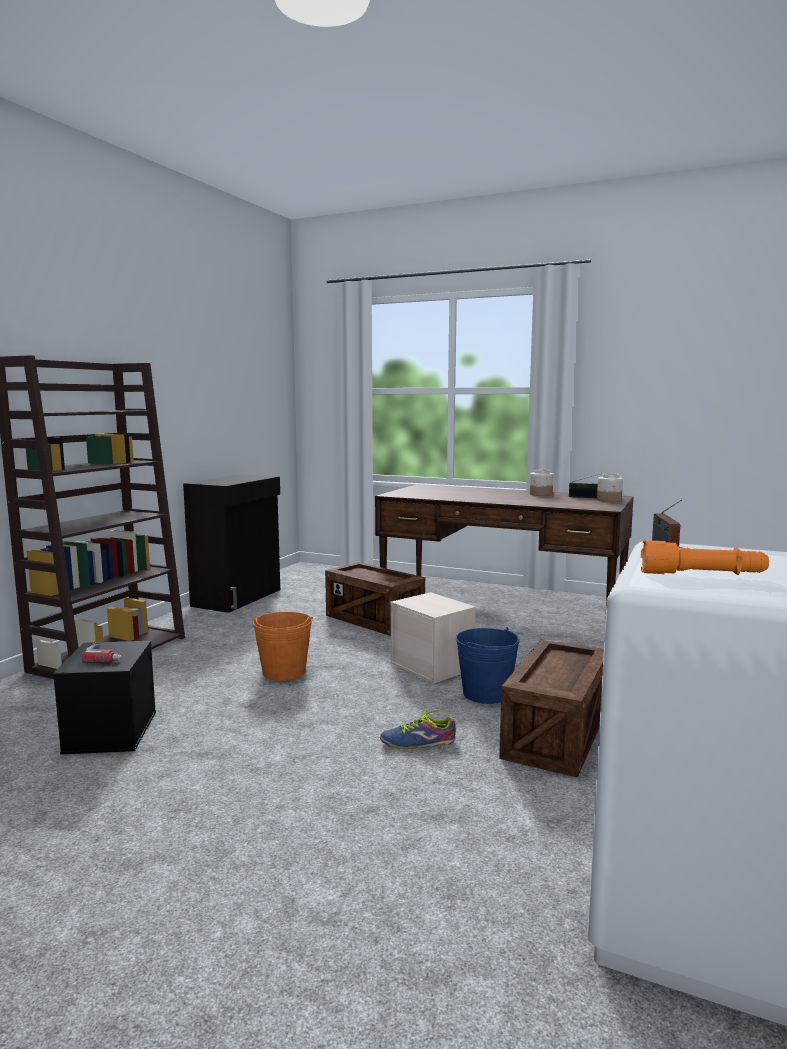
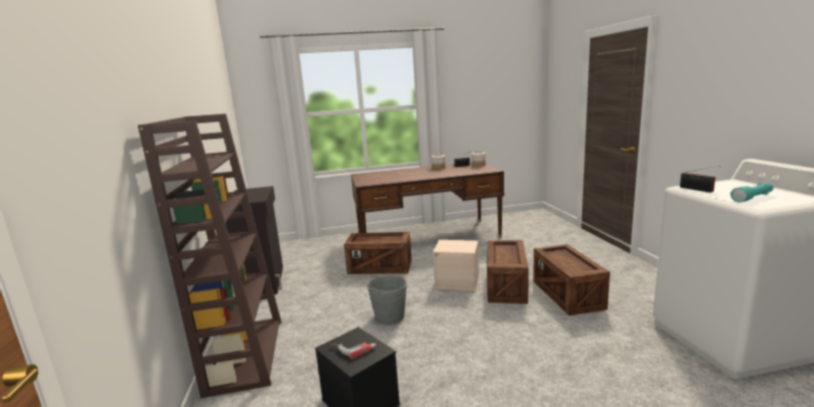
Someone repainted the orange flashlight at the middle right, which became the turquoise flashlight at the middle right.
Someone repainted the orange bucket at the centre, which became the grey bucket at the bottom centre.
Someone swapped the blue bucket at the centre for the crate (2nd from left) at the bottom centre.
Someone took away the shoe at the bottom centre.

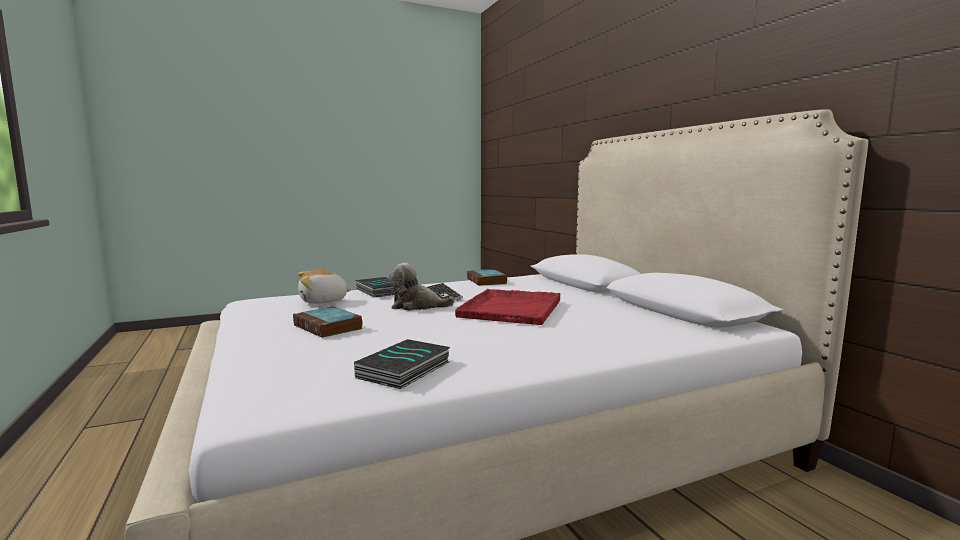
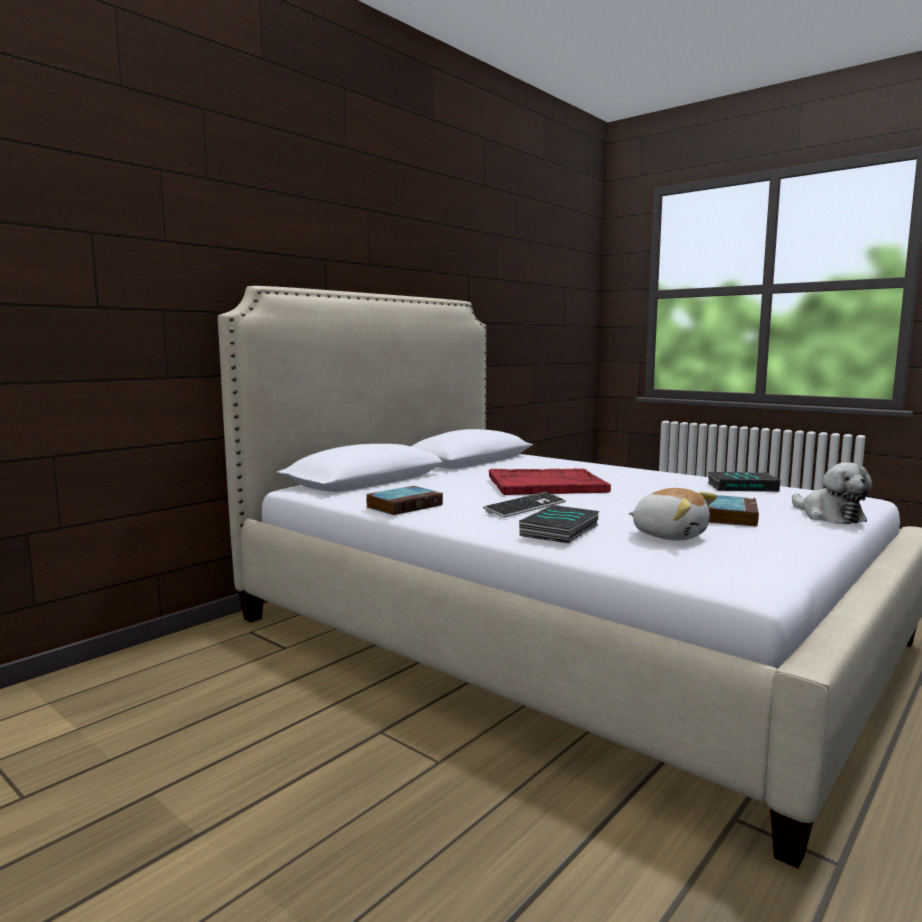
Someone carried the plush toy (2nd from left) from the centre to the middle right.

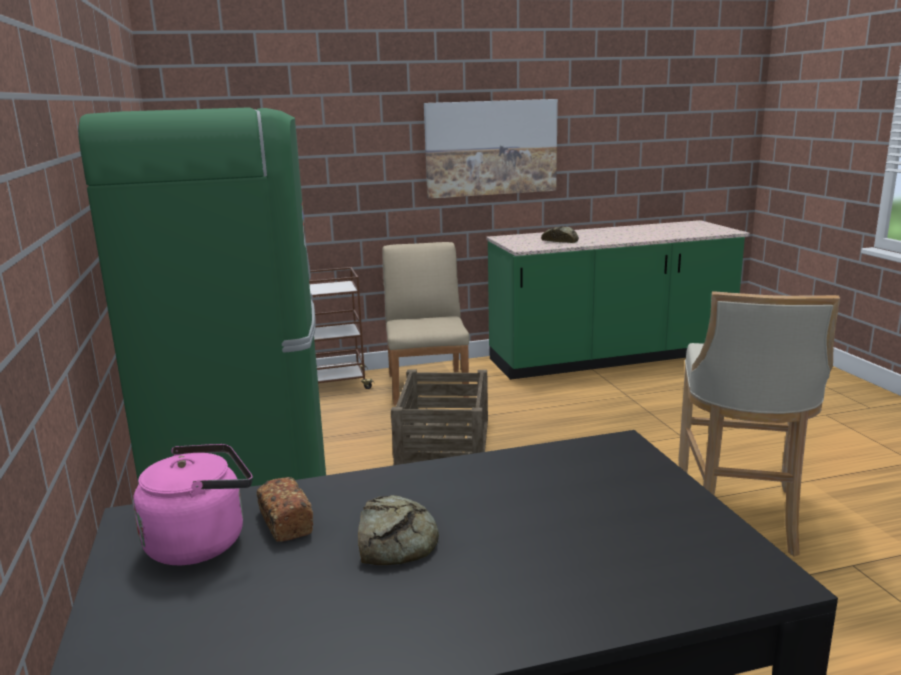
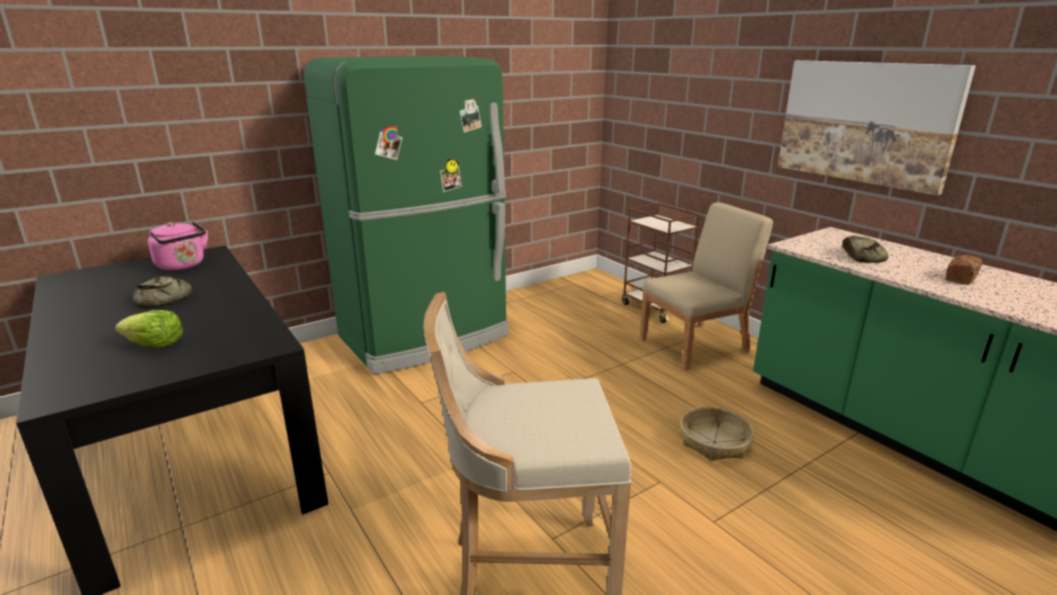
Someone took away the crate at the centre.
Someone carried the bread (1st from left in the first image) from the bottom left to the middle right.
Someone put down the lettuce at the middle left.
Someone put down the basket at the bottom right.

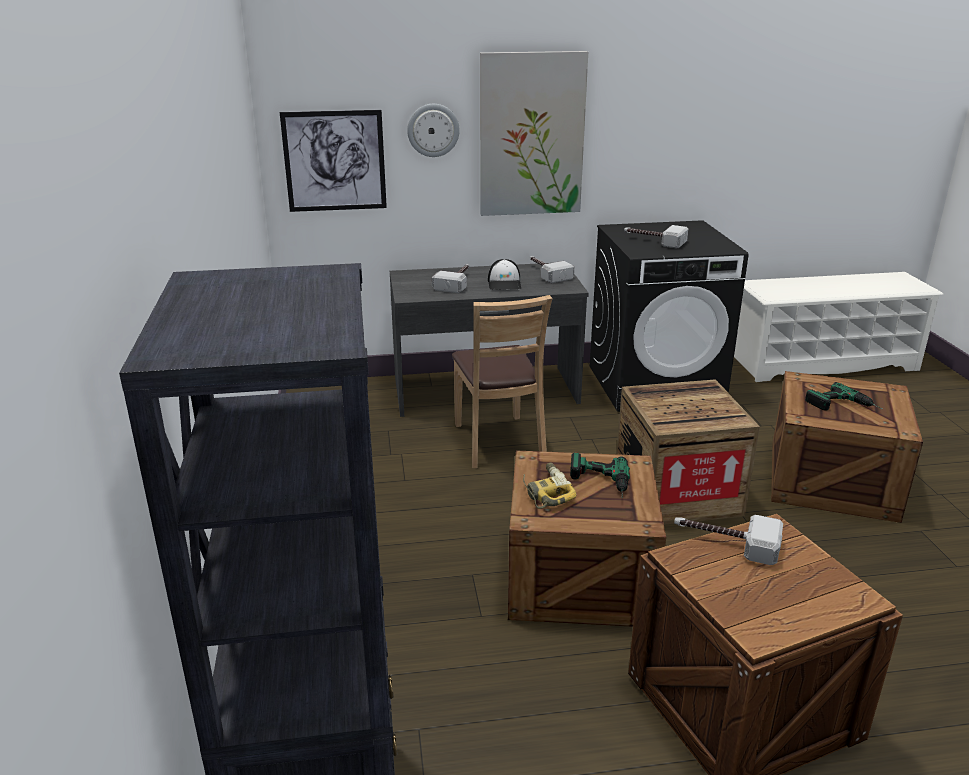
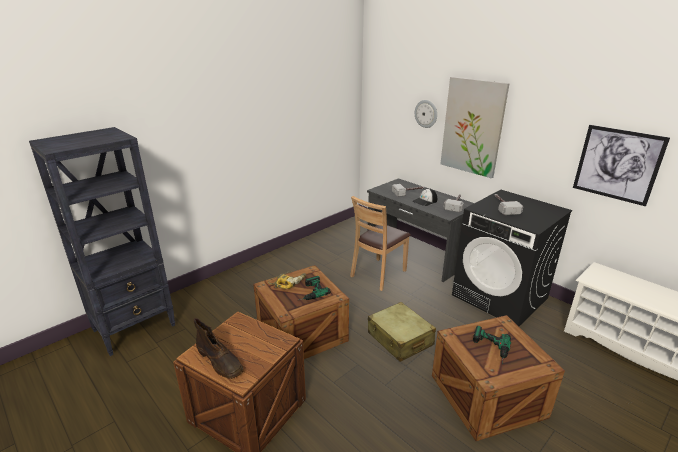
Someone carried the picture (1st from left in the first image) from the top centre to the middle right.
Someone swapped the crate (2nd from left) at the middle right for the beige suitcase at the bottom centre.
Someone took away the hammer (4th from left) at the bottom right.
Someone put down the brown boot at the bottom left.

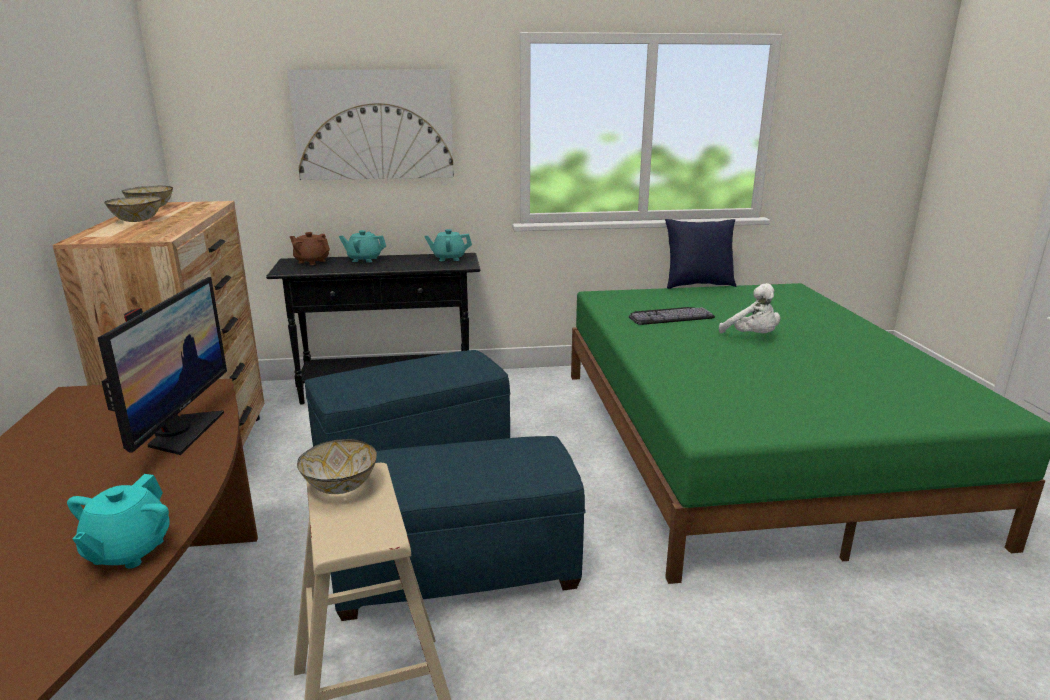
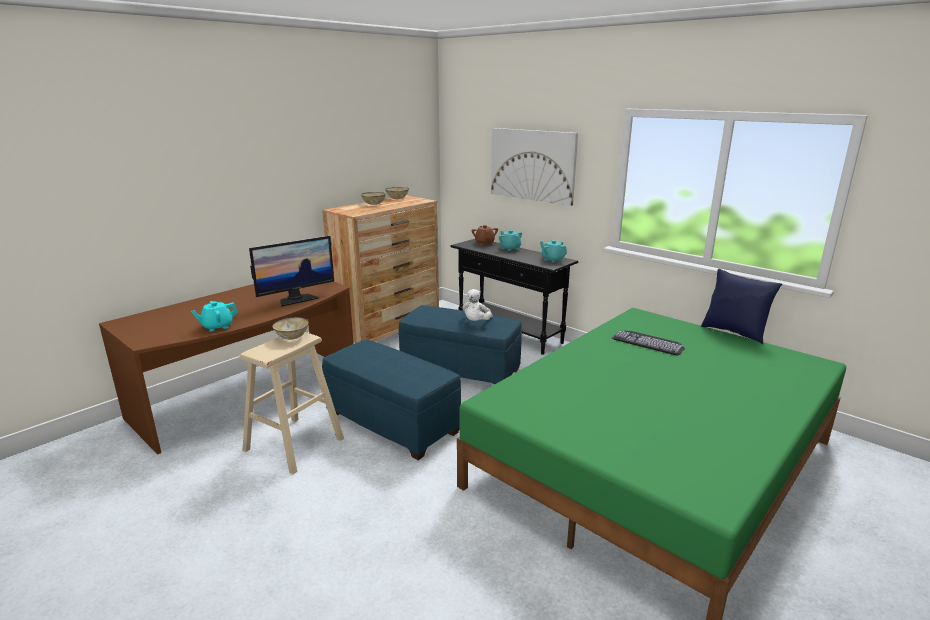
Someone carried the white plush toy from the middle right to the centre.

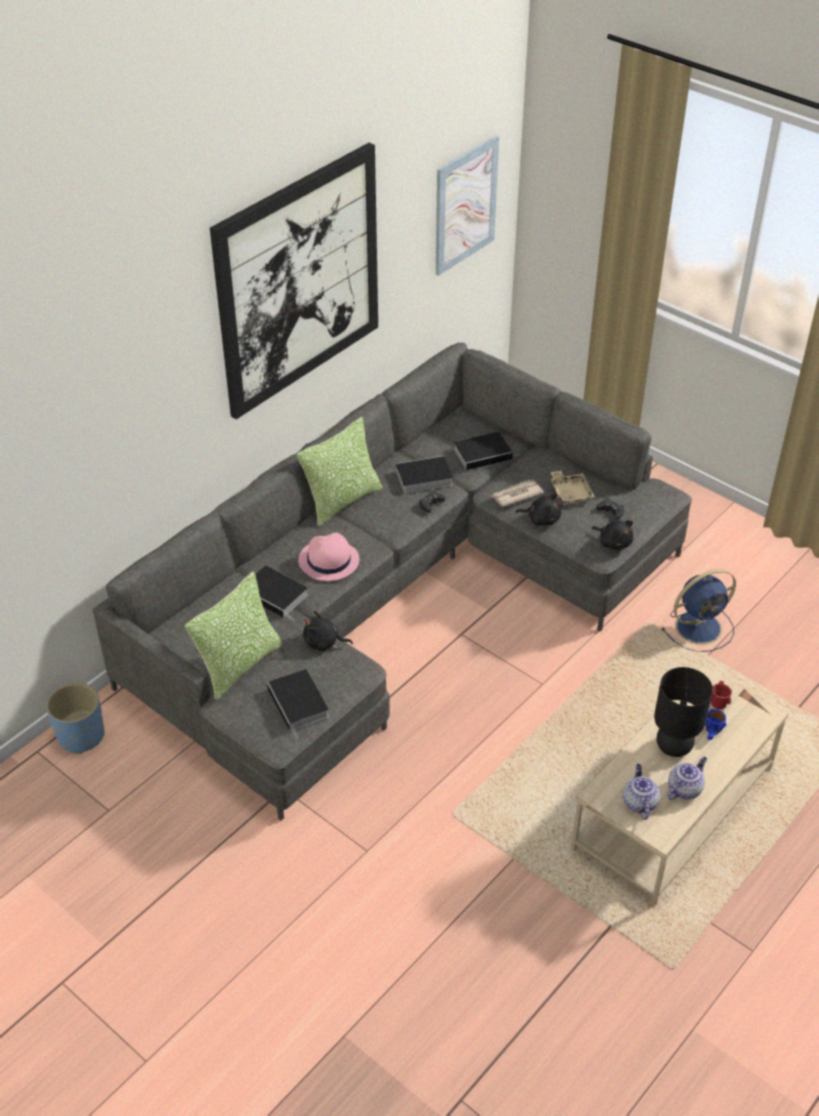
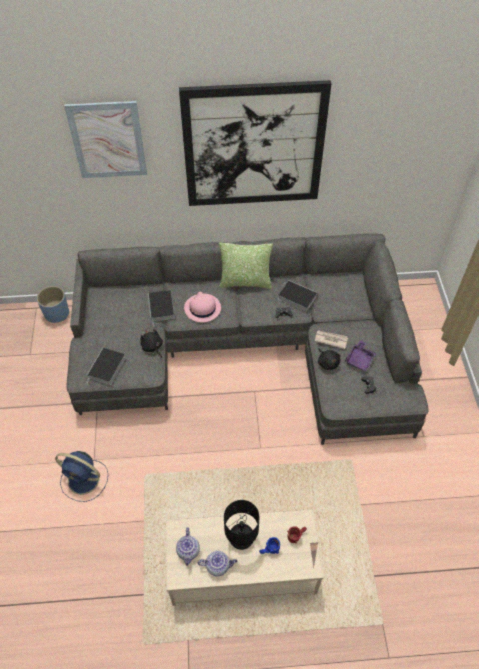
Someone carried the picture (2nd from left in the first image) from the top centre to the top left.
Someone took away the book (4th from left) at the centre.
Someone repainted the beige tray at the middle right, which became the purple tray at the middle right.
Someone took away the black plush toy (3rd from left) at the middle right.
Someone carried the blue fan from the middle right to the bottom left.
Someone took away the pillow (1st from left) at the middle left.
Someone rotated the teapot (1st from left) at the bottom right by 135 degrees clockwise.

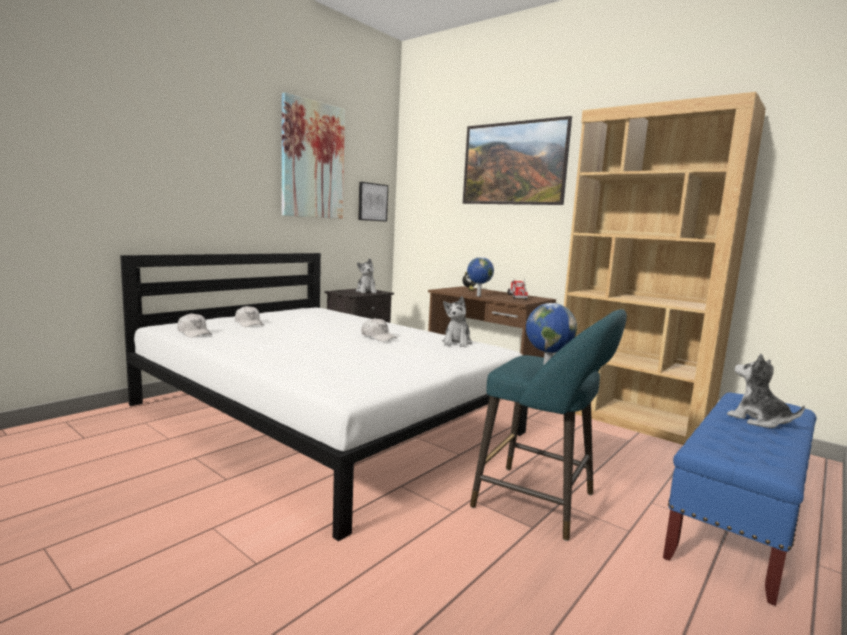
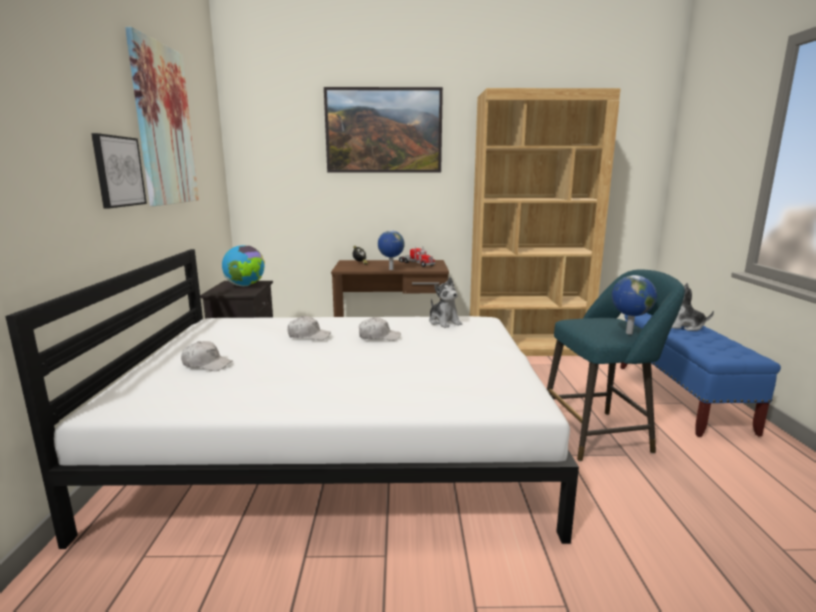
Someone carried the picture (2nd from left in the first image) from the top centre to the top left.
Someone swapped the plush toy (1st from left) at the centre for the globe (1st from left) at the middle left.
Someone carried the white cap (1st from left in the first image) from the middle left to the centre.

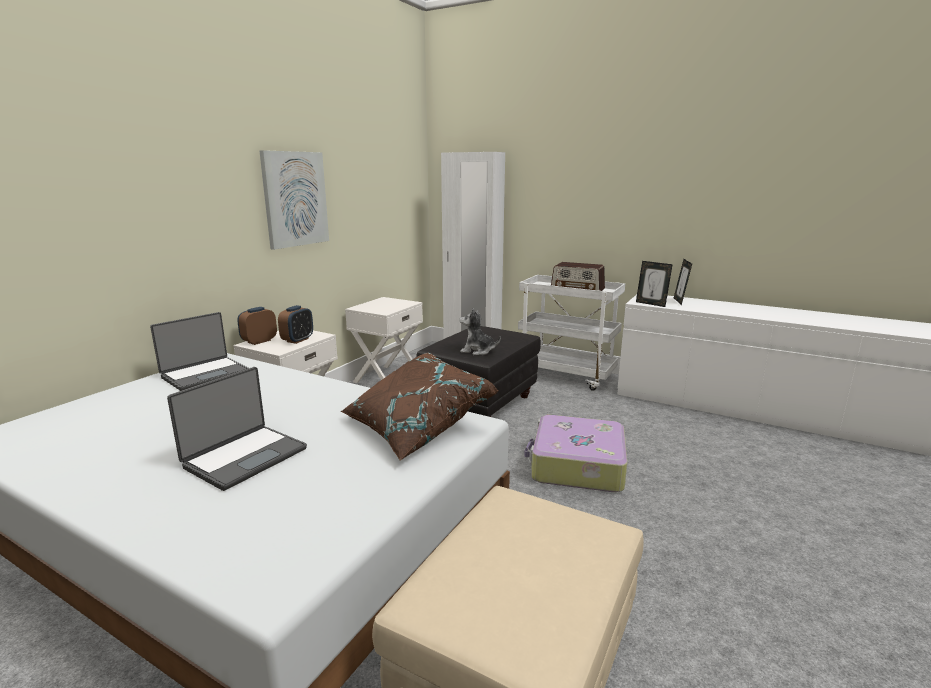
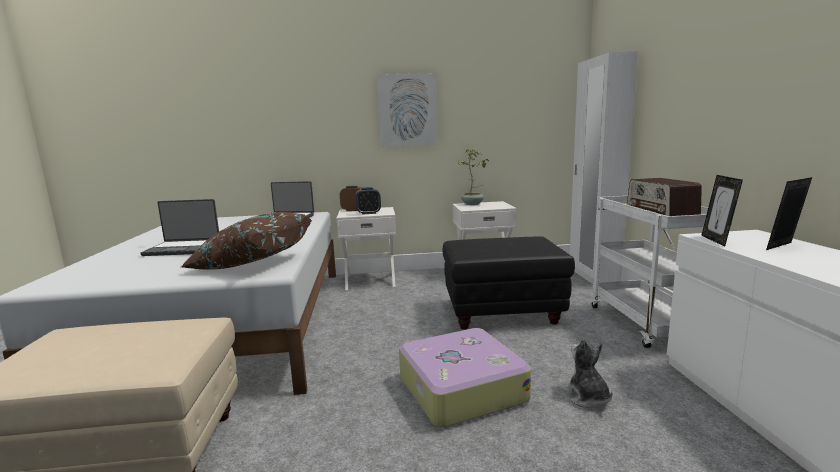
Someone carried the plush toy from the centre to the bottom right.
Someone put down the potted plant at the centre.

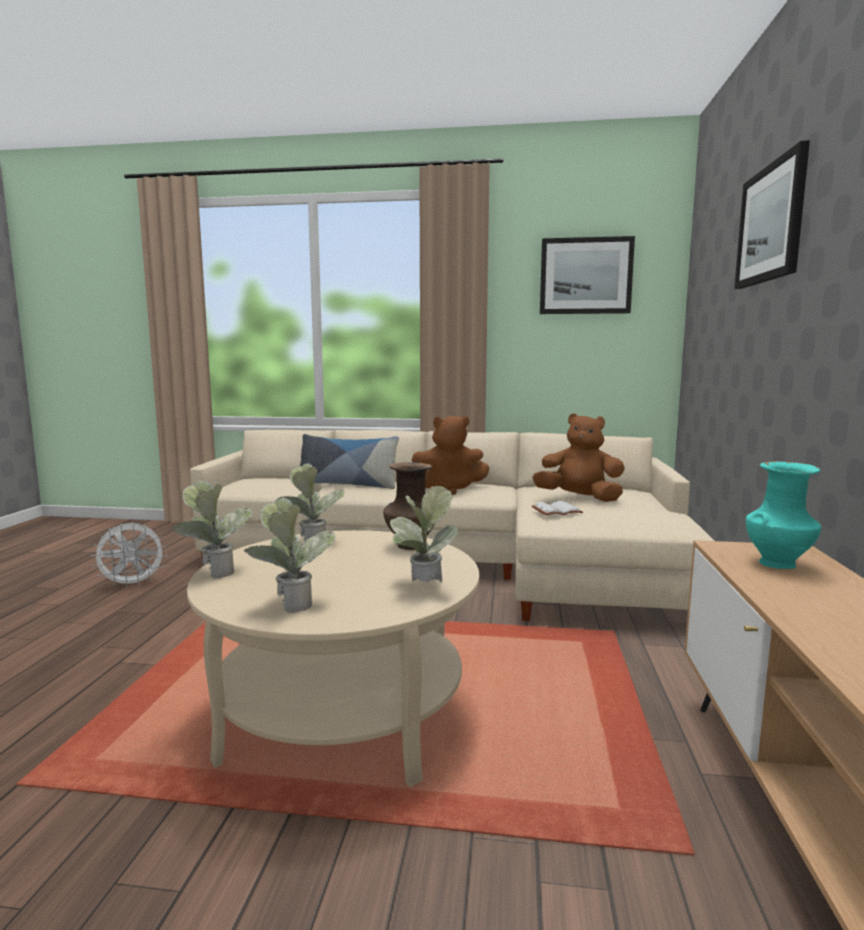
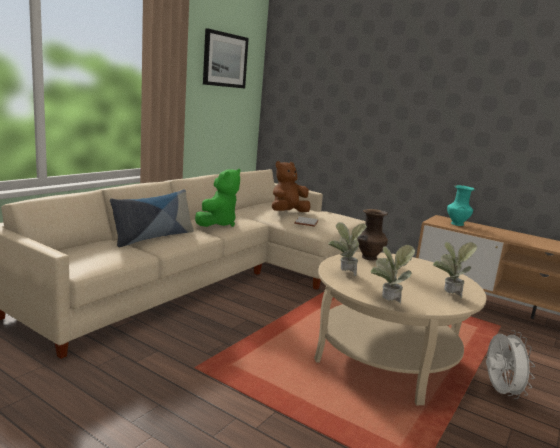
Someone took away the picture (2nd from left) at the top right.
Someone repainted the brown plush toy (1st from left) at the centre, which became the green plush toy at the centre.
Someone took away the potted plant (4th from left) at the centre.
Someone carried the white fan from the middle left to the bottom right.

